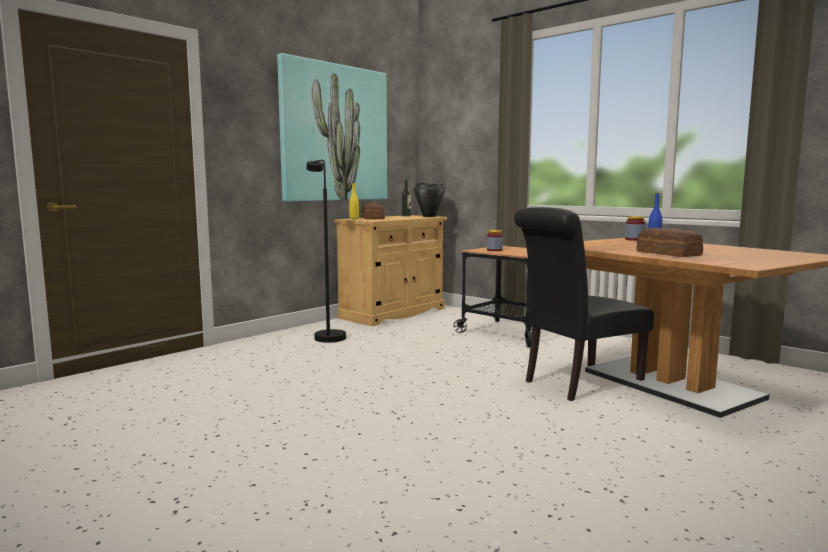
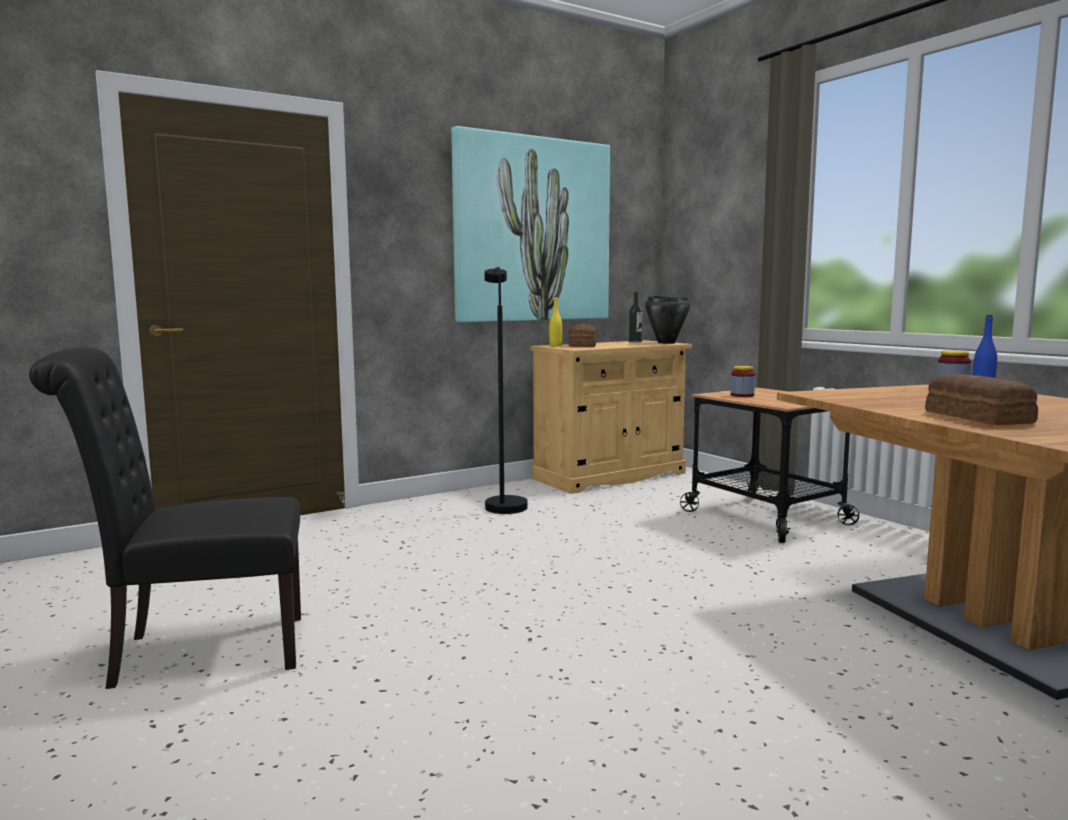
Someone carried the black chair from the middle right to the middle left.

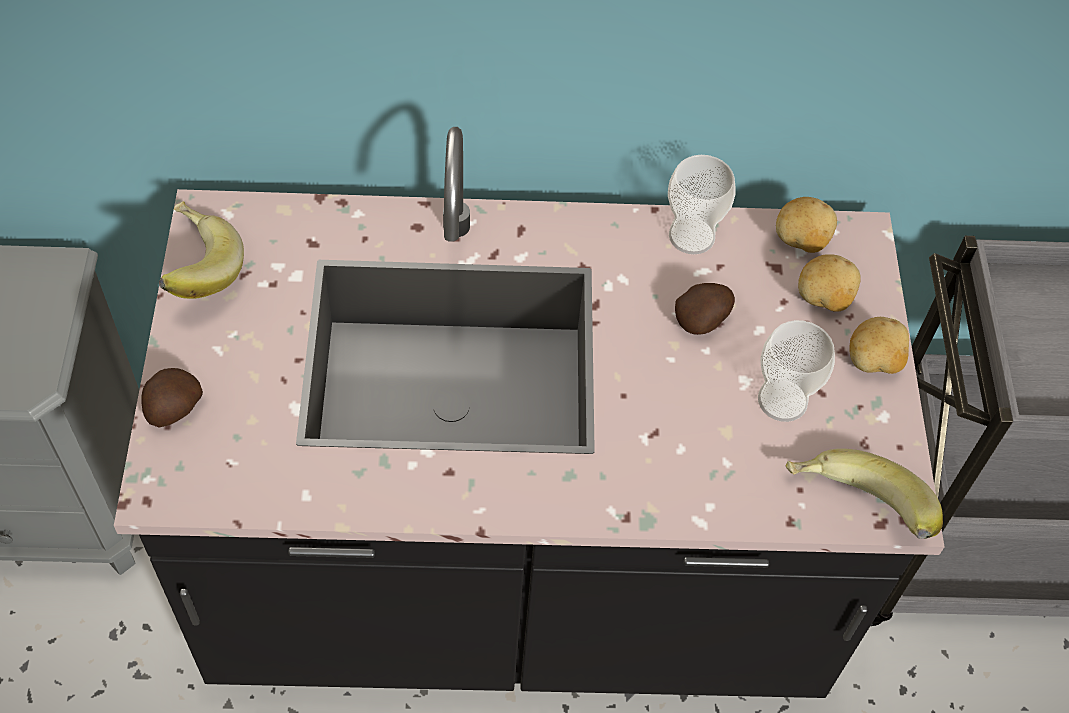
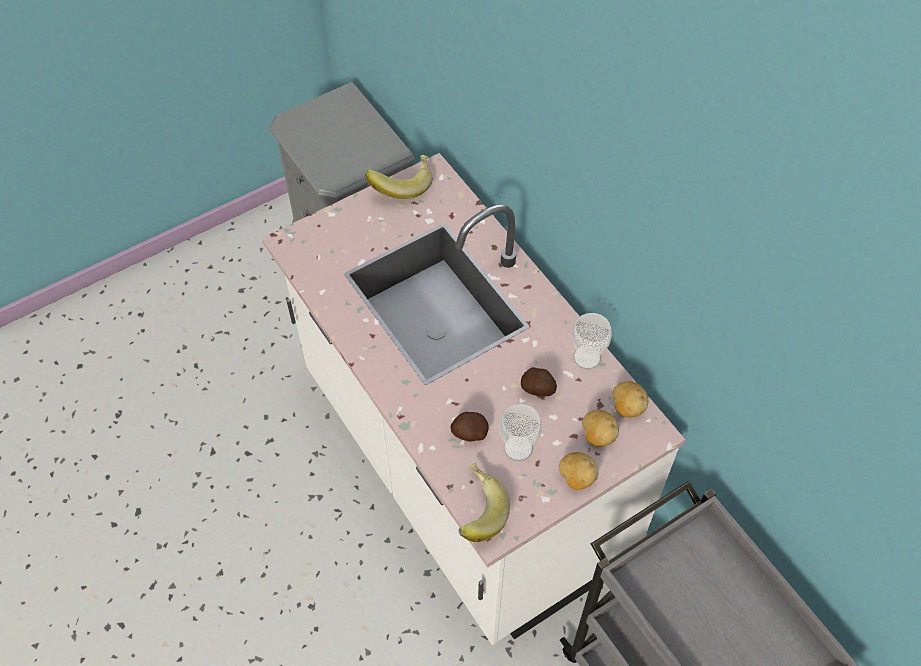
Someone repainted the black counter at the centre, which became the white counter at the centre.
Someone carried the potato (1st from left) from the middle left to the centre.

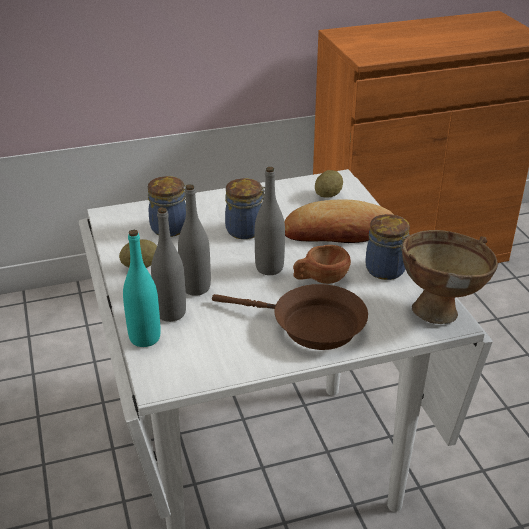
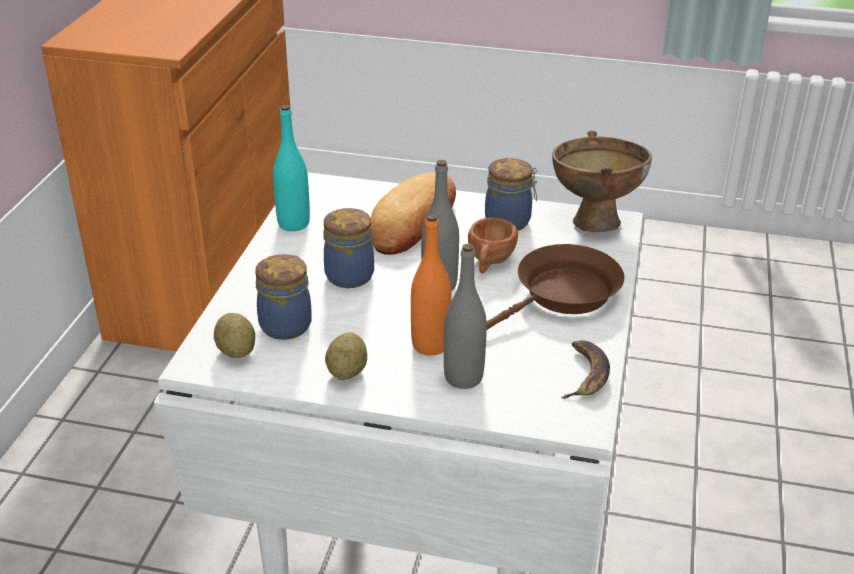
Someone carried the potato (2nd from left in the first image) from the centre to the middle left.
Someone repainted the grey bottle (2nd from left) at the centre, which became the orange bottle at the centre.
Someone carried the turquoise bottle from the middle left to the top centre.
Someone put down the banana at the middle right.

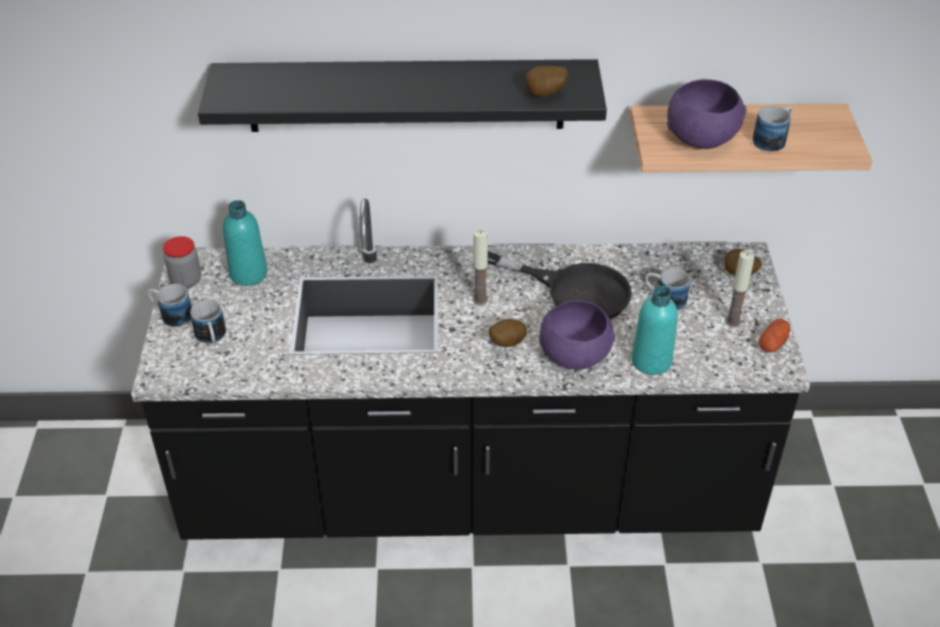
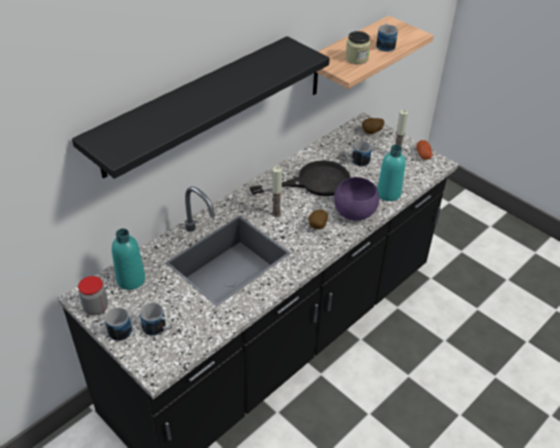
Someone took away the potato (2nd from left) at the top centre.
Someone swapped the purple bowl (2nd from left) at the top right for the jar (2nd from left) at the top centre.

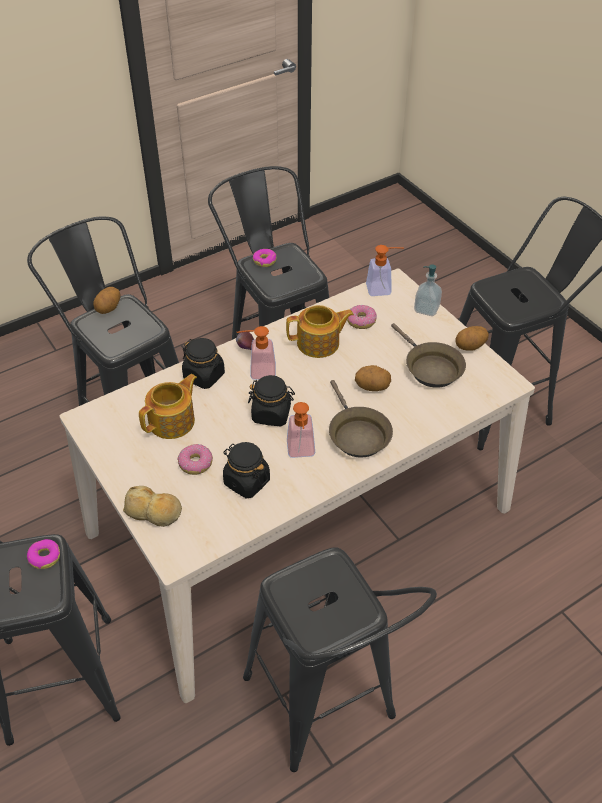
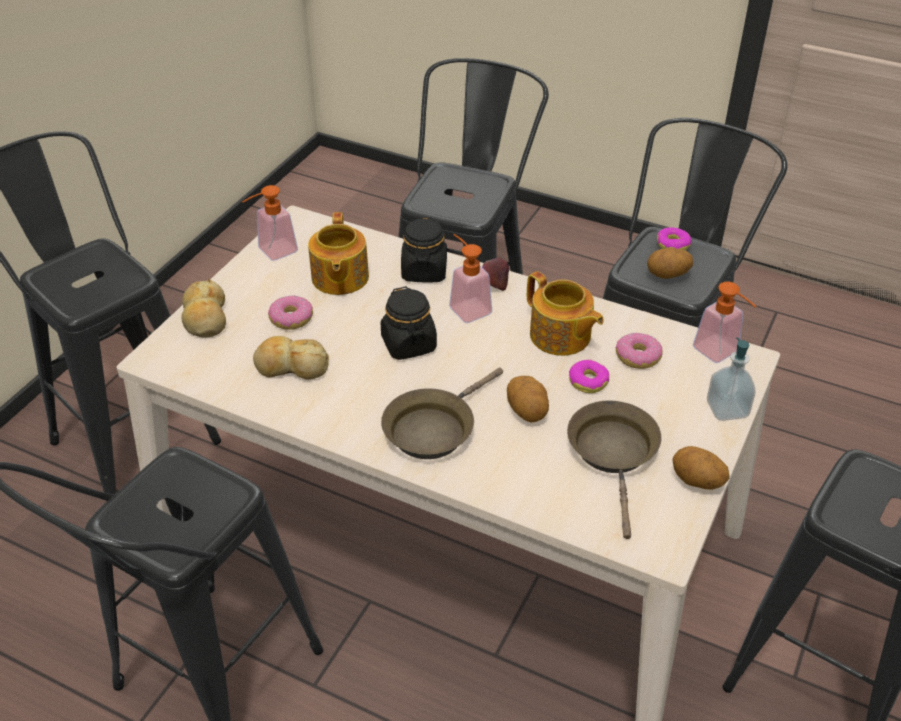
Someone carried the potato (1st from left in the first image) from the middle left to the middle right.
Someone rotated the brown frying pan (2nd from left) at the middle right by 150 degrees clockwise.
Someone rotated the teapot (1st from left) at the middle left by 75 degrees clockwise.
Someone carried the soap dispenser (2nd from left in the first image) from the centre to the top left.
Someone swapped the black jar (2nd from left) at the centre for the bread (2nd from left) at the middle left.
Someone carried the donut (1st from left in the first image) from the bottom left to the centre.

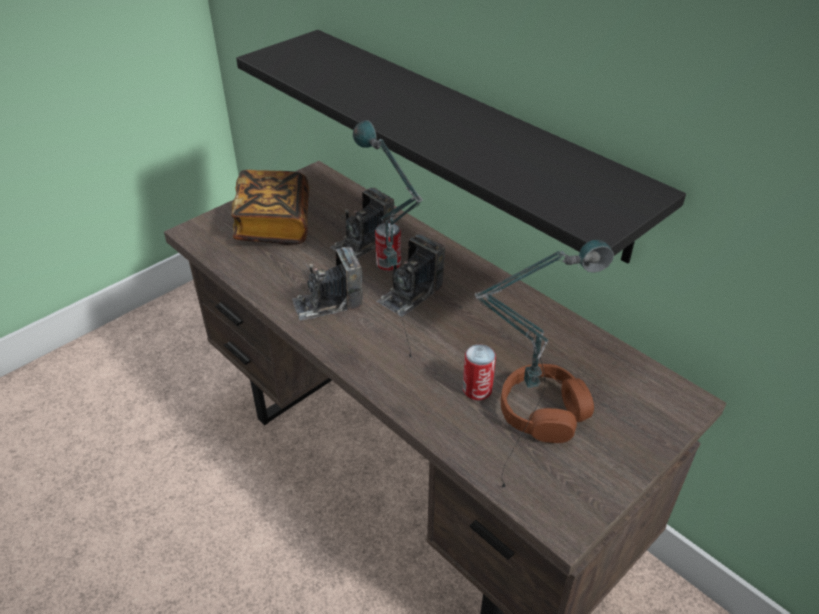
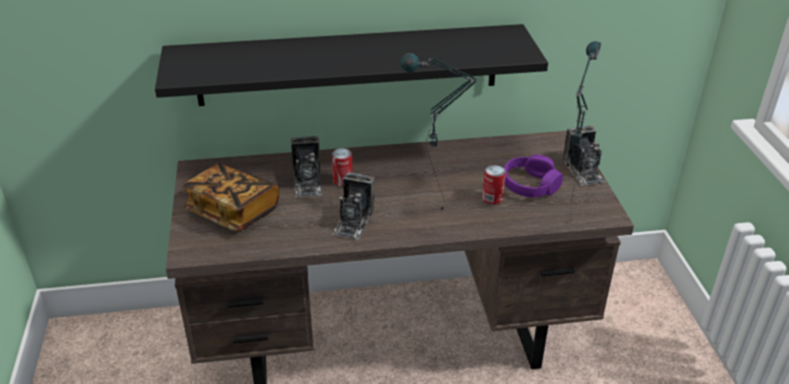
Someone carried the photo camera (3rd from left) from the centre to the middle right.
Someone repainted the brown headphones at the middle right, which became the purple headphones at the middle right.

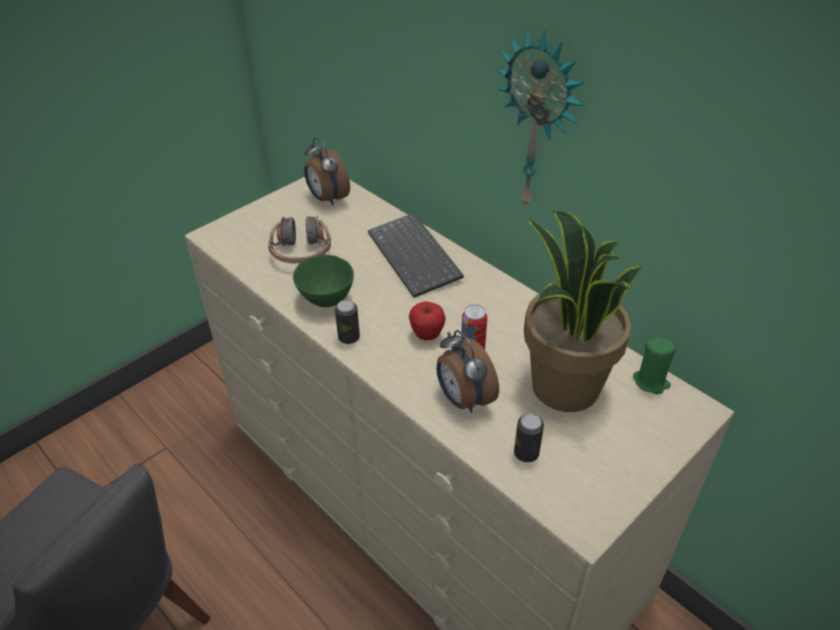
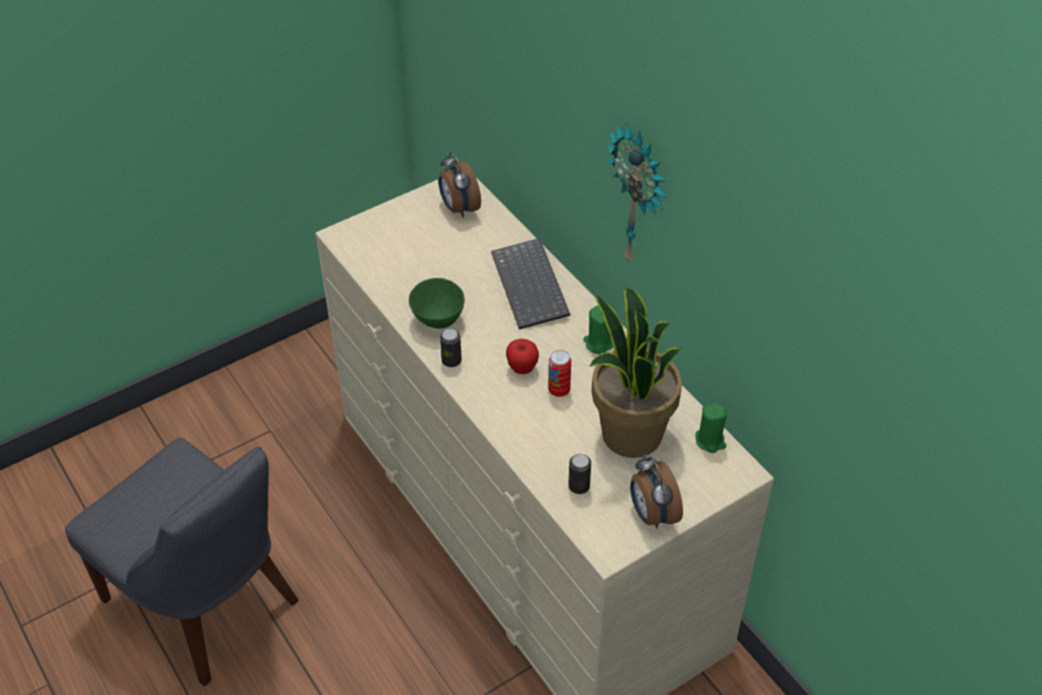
Someone took away the headphones at the centre.
Someone carried the alarm clock (2nd from left) from the centre to the bottom centre.
Someone put down the green candle (1st from left) at the centre.

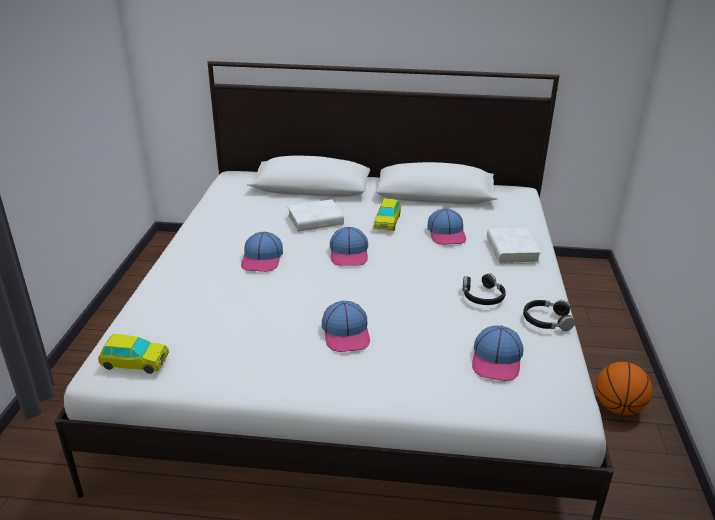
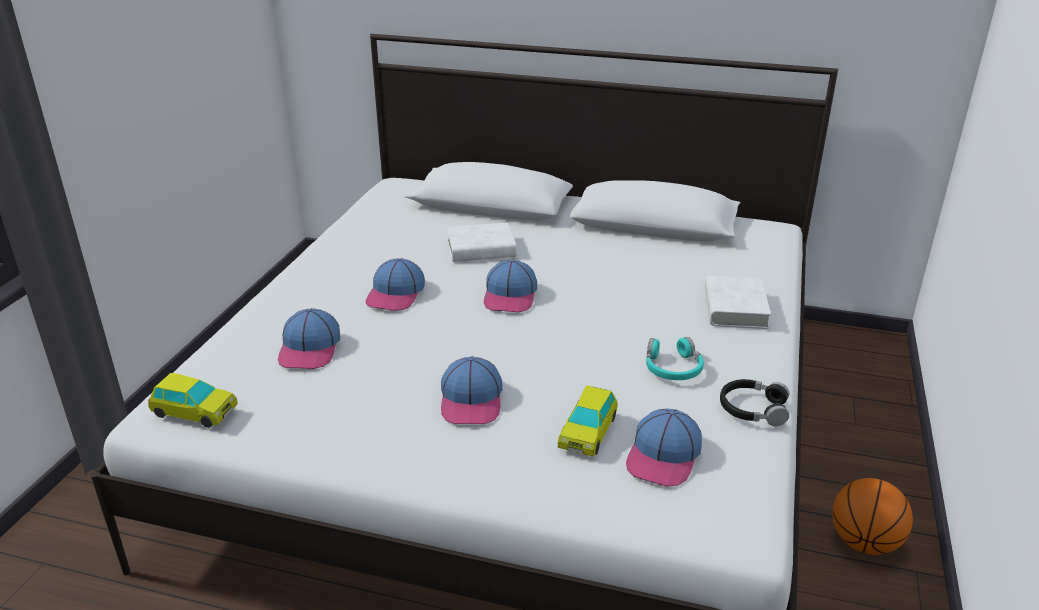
Someone carried the toy car (2nd from left) from the centre to the bottom centre.
Someone carried the cap (4th from left in the first image) from the centre to the middle left.
Someone repainted the black headphones (1st from left) at the middle right, which became the turquoise headphones at the centre.

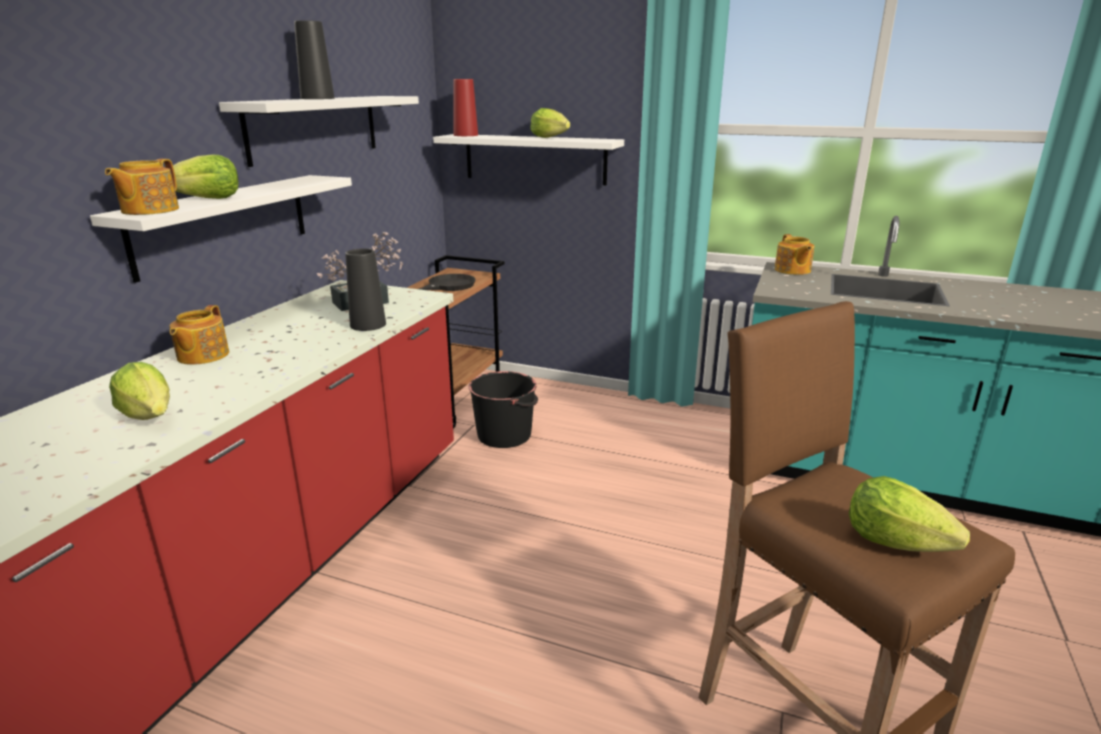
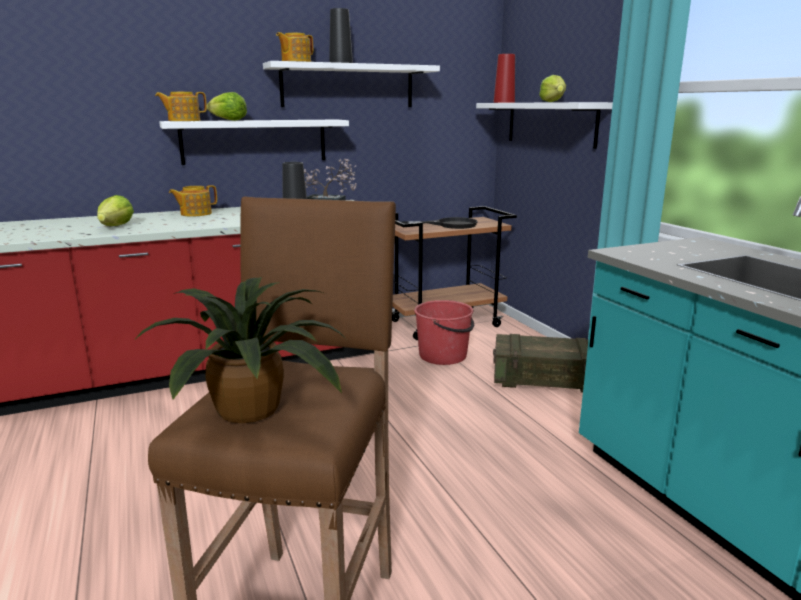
Someone carried the teapot (3rd from left) from the middle right to the top centre.
Someone repainted the black bucket at the centre, which became the red bucket at the centre.
Someone swapped the lettuce (4th from left) at the bottom right for the potted plant (1st from left) at the middle left.
Someone put down the crate at the middle right.

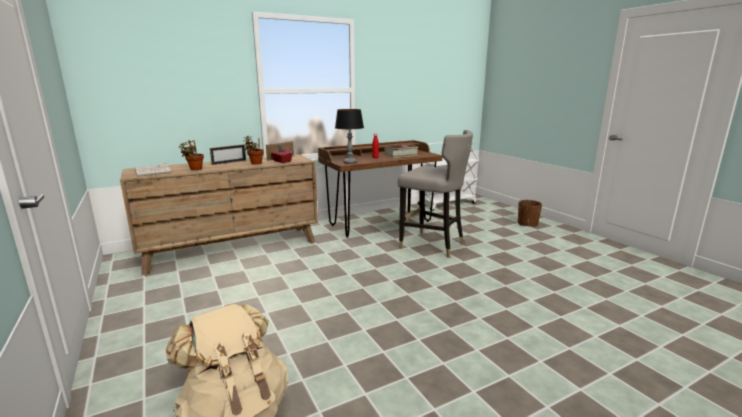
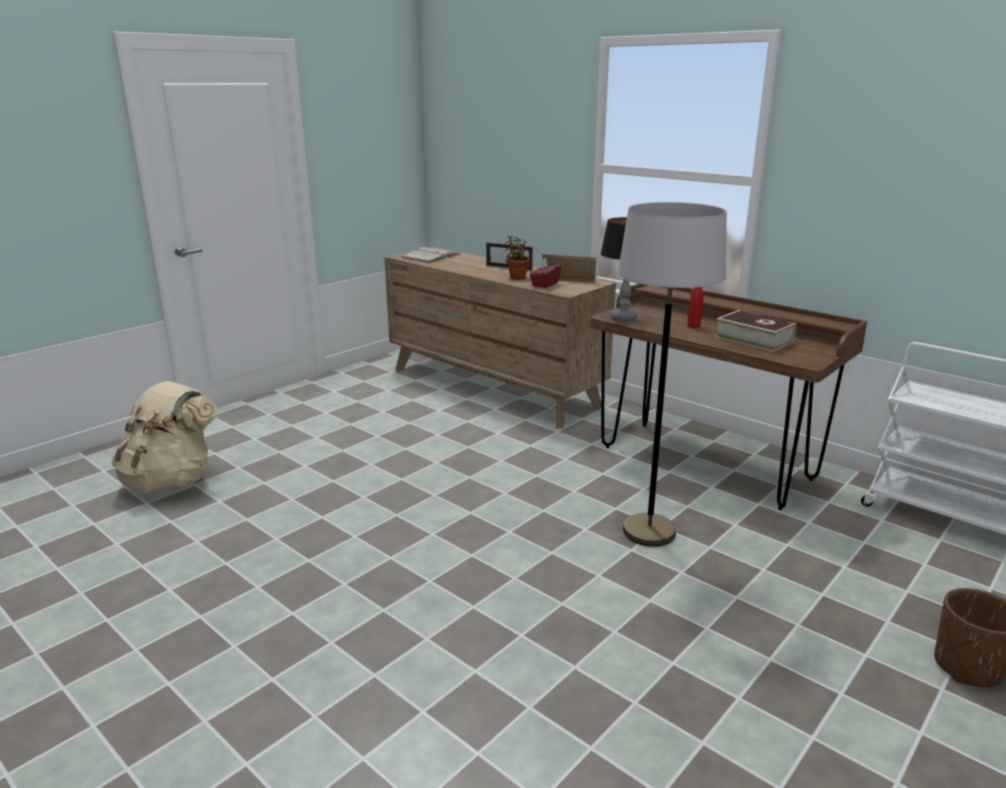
Someone swapped the grey stool at the centre for the grey floor lamp at the middle right.
Someone took away the potted plant (1st from left) at the middle left.

